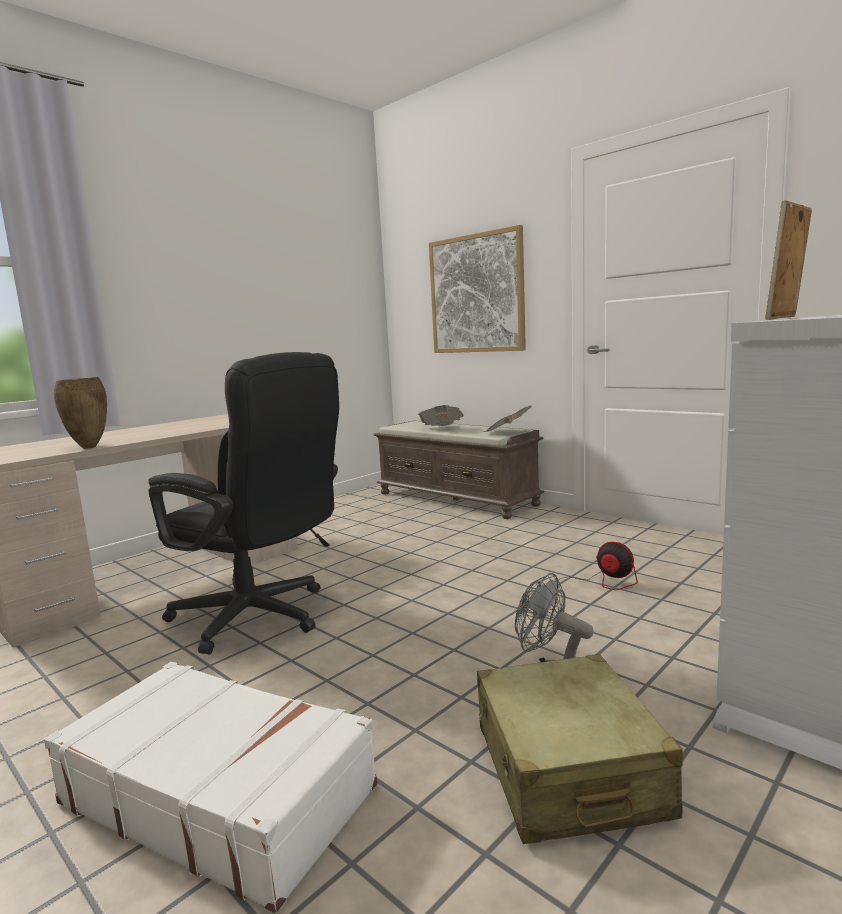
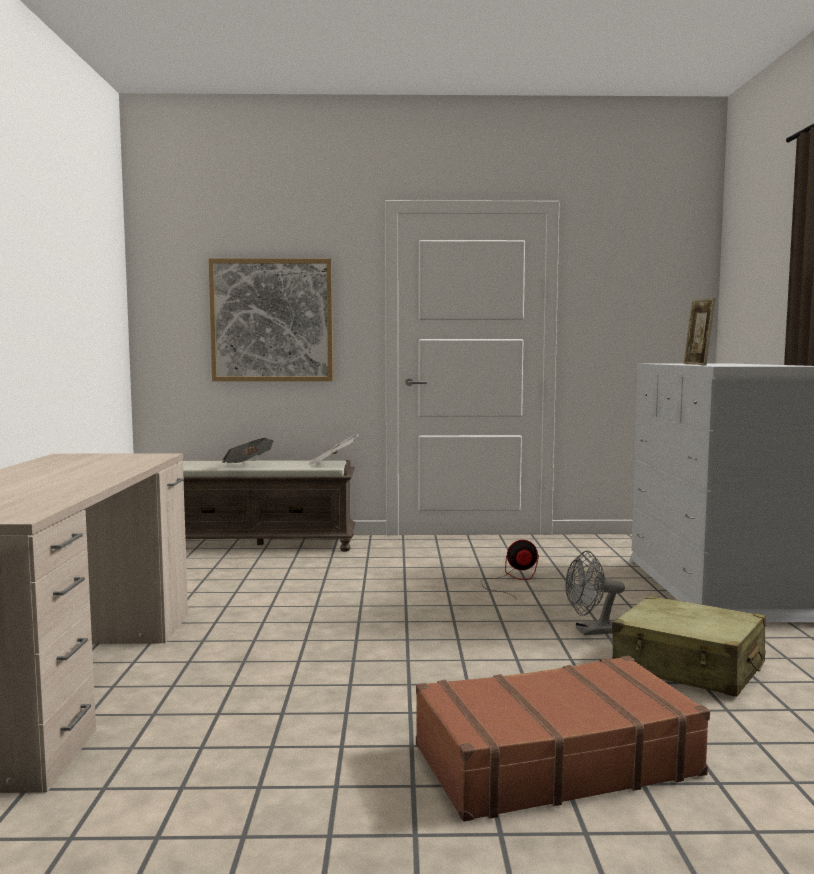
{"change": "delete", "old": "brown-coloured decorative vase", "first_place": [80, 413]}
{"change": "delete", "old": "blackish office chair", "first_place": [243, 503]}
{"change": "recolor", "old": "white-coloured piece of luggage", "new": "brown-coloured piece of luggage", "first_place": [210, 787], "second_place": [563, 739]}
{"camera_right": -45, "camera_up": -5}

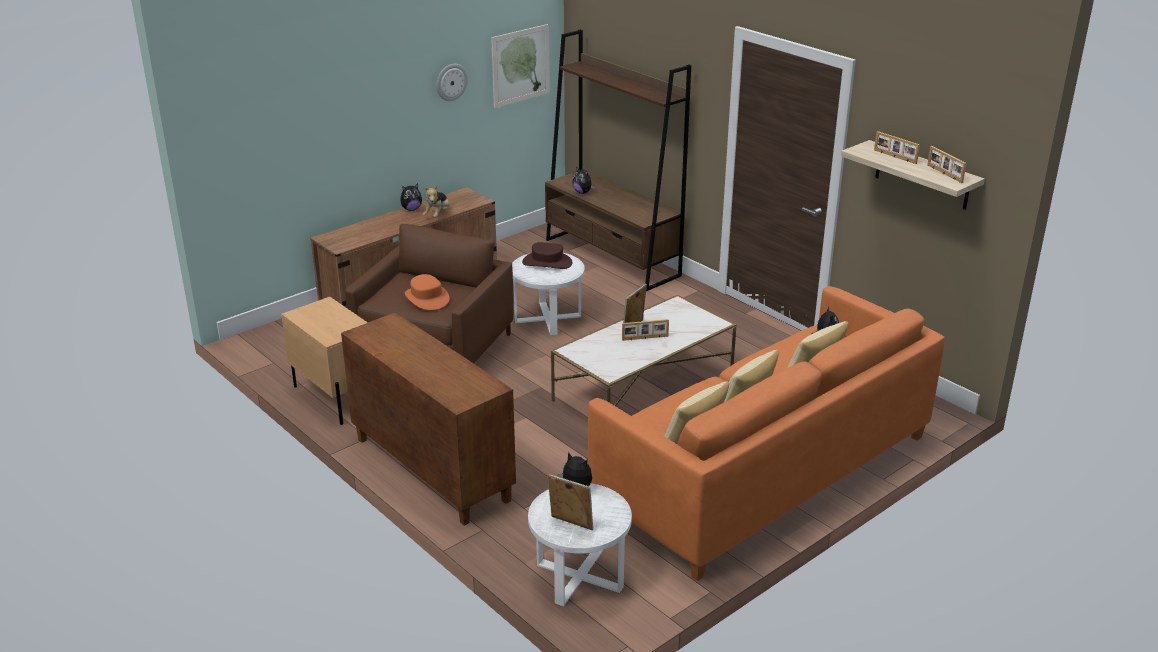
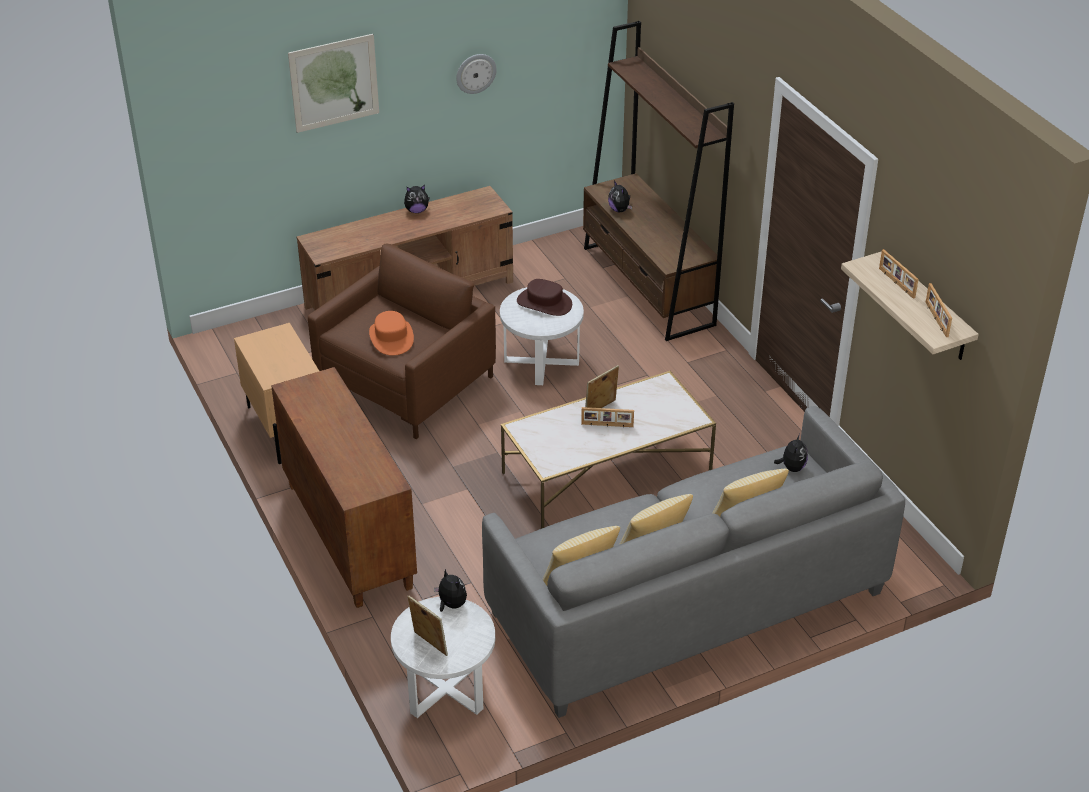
{"change": "delete", "old": "plush toy", "first_place": [436, 202]}
{"change": "move", "old": "picture", "first_place": [520, 66], "second_place": [333, 83]}
{"change": "recolor", "old": "orange-coloured settee", "new": "grey settee", "first_place": [766, 433], "second_place": [693, 562]}
{"camera_right": 15, "camera_up": 10}

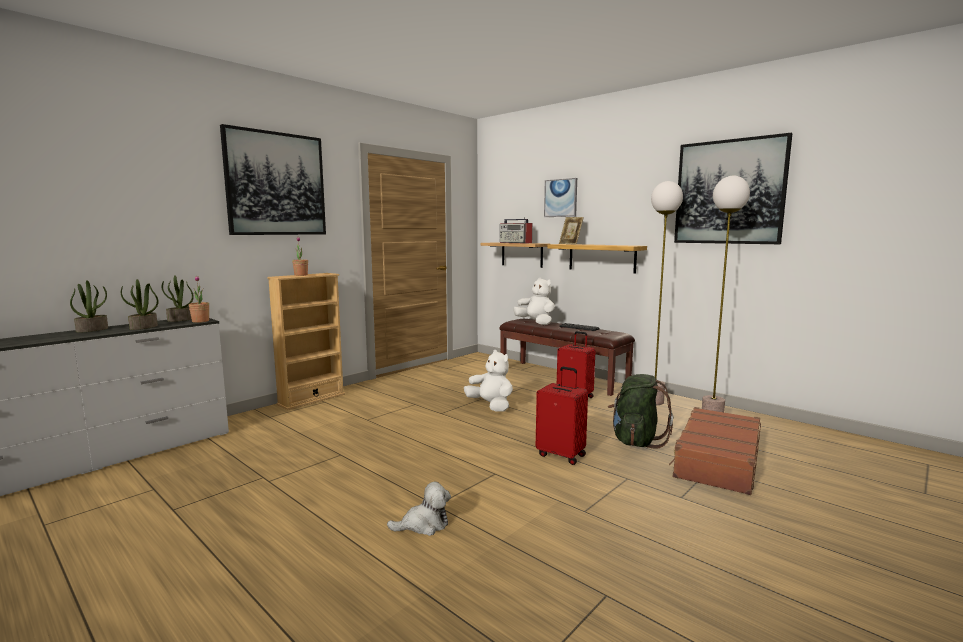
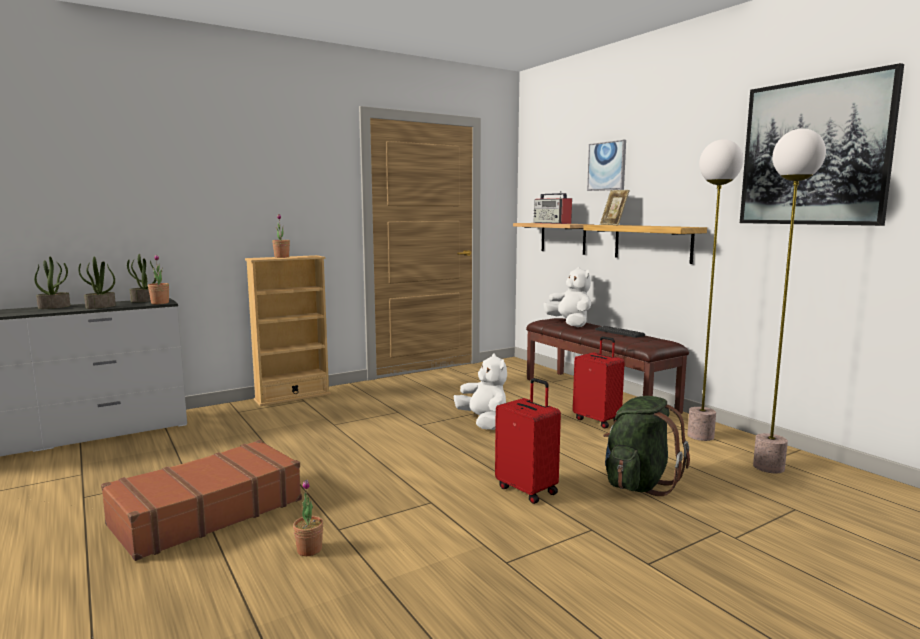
{"change": "delete", "old": "picture", "first_place": [273, 179]}
{"change": "move", "old": "brown-coloured piece of luggage", "first_place": [715, 451], "second_place": [201, 500]}
{"change": "replace", "old": "plush toy", "new": "plant in a pot", "first_place": [419, 509], "second_place": [308, 518]}
{"camera_right": 15, "camera_up": 0}

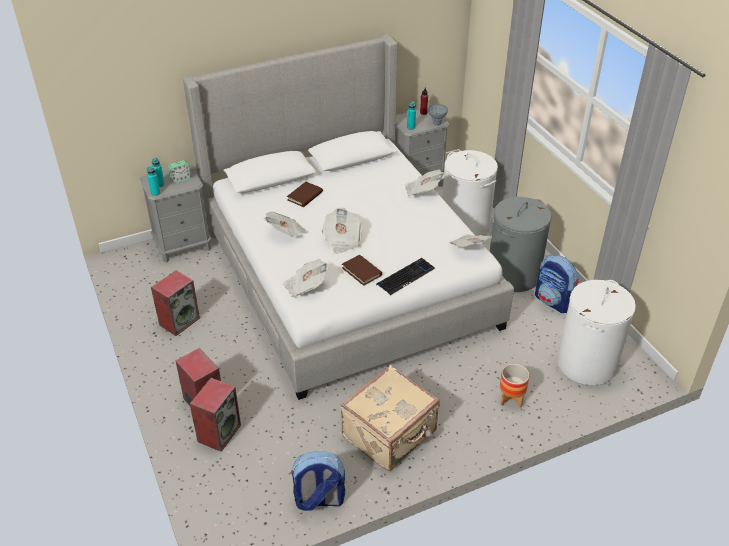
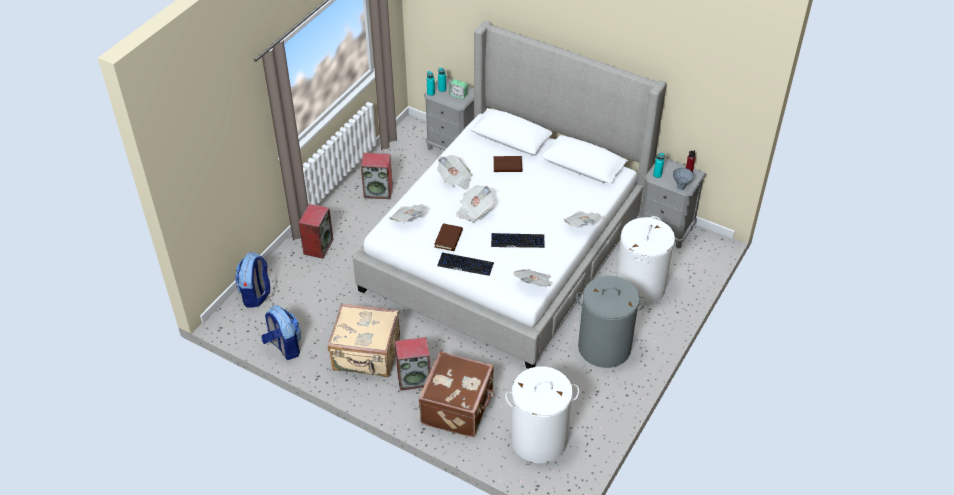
{"change": "insert", "new": "computer keyboard", "second_place": [517, 240]}
{"change": "move", "old": "loudspeaker", "first_place": [215, 415], "second_place": [412, 364]}
{"change": "move", "old": "rucksack", "first_place": [557, 284], "second_place": [253, 280]}
{"change": "replace", "old": "planter", "new": "brown-coloured piece of luggage", "first_place": [515, 386], "second_place": [456, 394]}
{"camera_right": 55, "camera_up": 5}

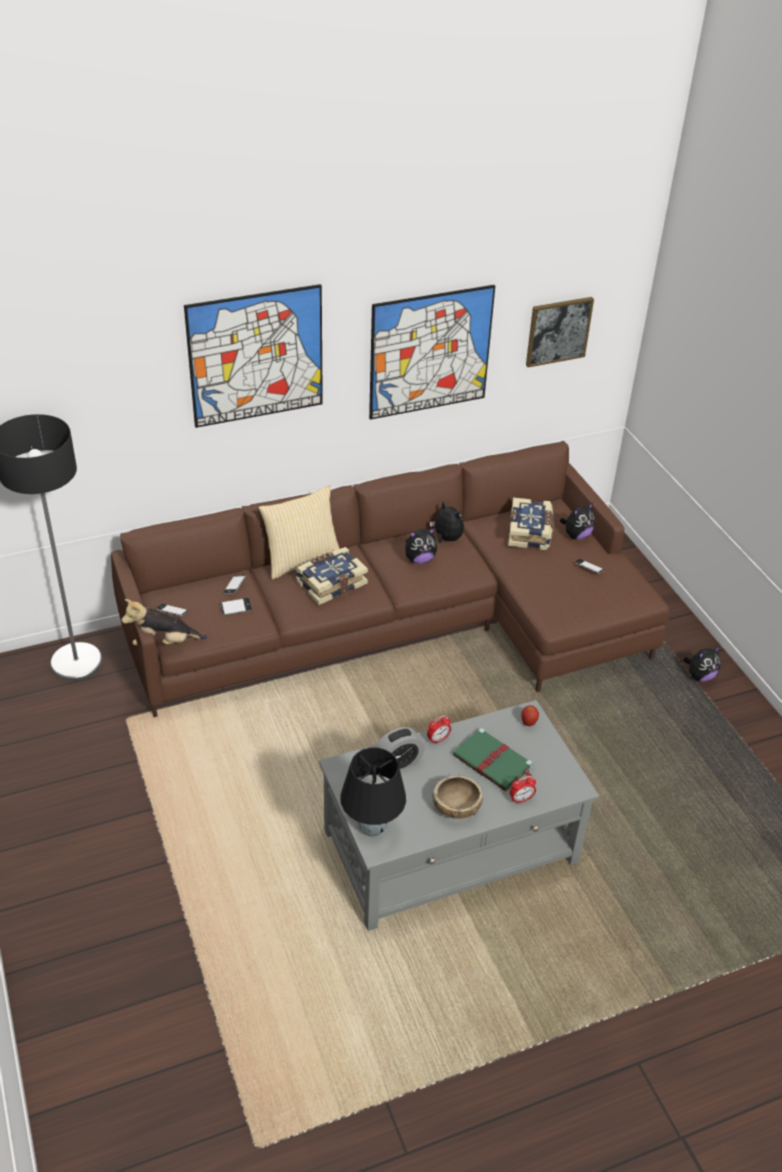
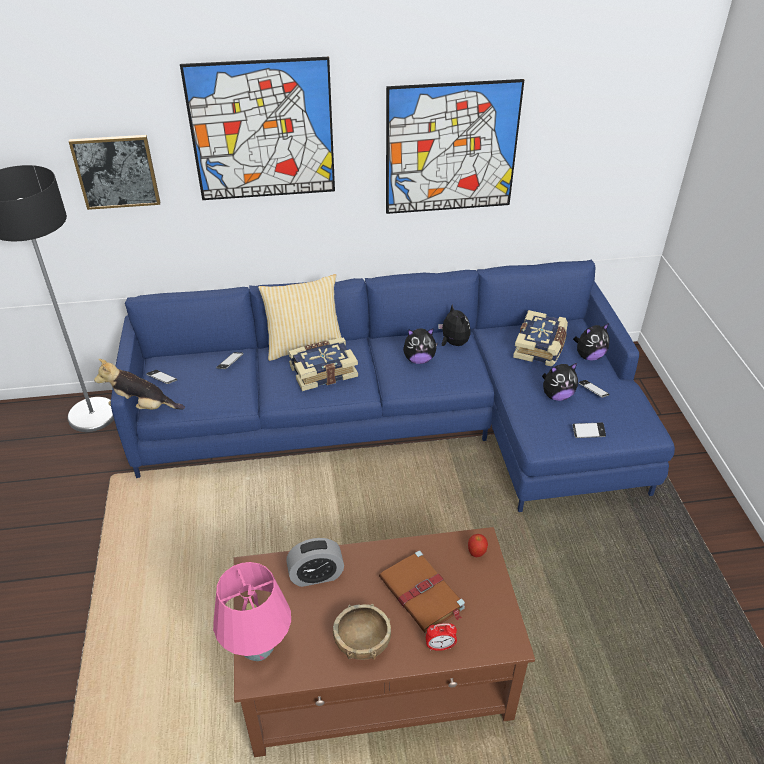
{"change": "delete", "old": "table clock", "first_place": [439, 730]}
{"change": "move", "old": "handset", "first_place": [236, 606], "second_place": [589, 430]}
{"change": "move", "old": "picture", "first_place": [560, 332], "second_place": [114, 172]}
{"change": "move", "old": "plush toy", "first_place": [701, 664], "second_place": [560, 382]}
{"change": "recolor", "old": "brown-coloured settee", "new": "blue settee", "first_place": [390, 579], "second_place": [393, 386]}
{"change": "recolor", "old": "grey low table", "new": "brown-coloured low table", "first_place": [459, 815], "second_place": [384, 642]}
{"change": "recolor", "old": "blackish tabletop lamp", "new": "pink-coloured tabletop lamp", "first_place": [373, 792], "second_place": [252, 611]}
{"change": "recolor", "old": "greenish bound book", "new": "brown-coloured bound book", "first_place": [493, 759], "second_place": [422, 592]}
{"camera_right": 15, "camera_up": 0}

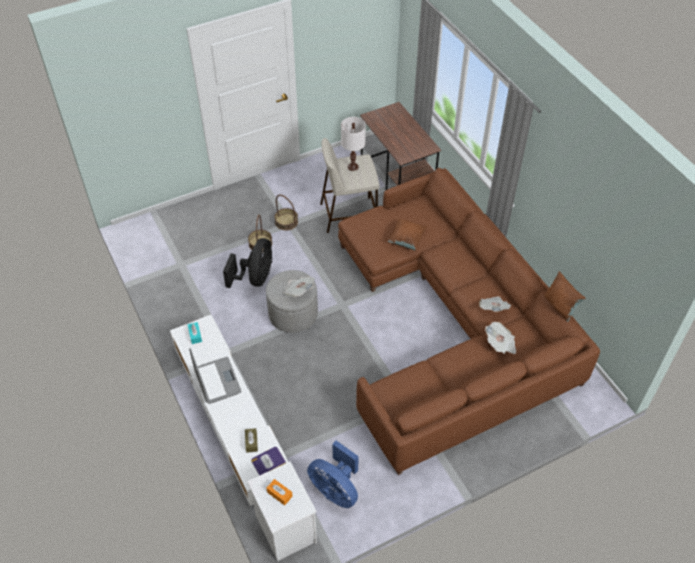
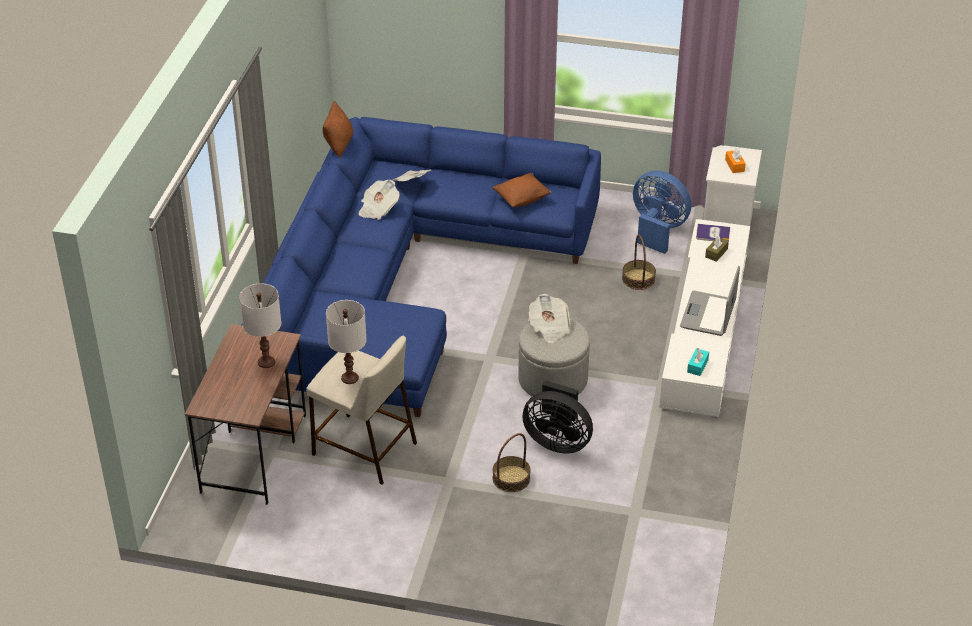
{"change": "insert", "new": "white-coloured tabletop lamp", "second_place": [260, 325]}
{"change": "move", "old": "basket", "first_place": [286, 213], "second_place": [639, 262]}
{"change": "move", "old": "brown-coloured cushion", "first_place": [407, 235], "second_place": [521, 190]}
{"change": "recolor", "old": "brown-coloured settee", "new": "blue settee", "first_place": [469, 321], "second_place": [421, 267]}
{"change": "rotate", "old": "blackish fan", "first_place": [247, 263], "second_place": [557, 417], "degrees": -120}
{"change": "rotate", "old": "blue fan", "first_place": [333, 474], "second_place": [662, 212], "degrees": -45}
{"camera_right": -140, "camera_up": -10}

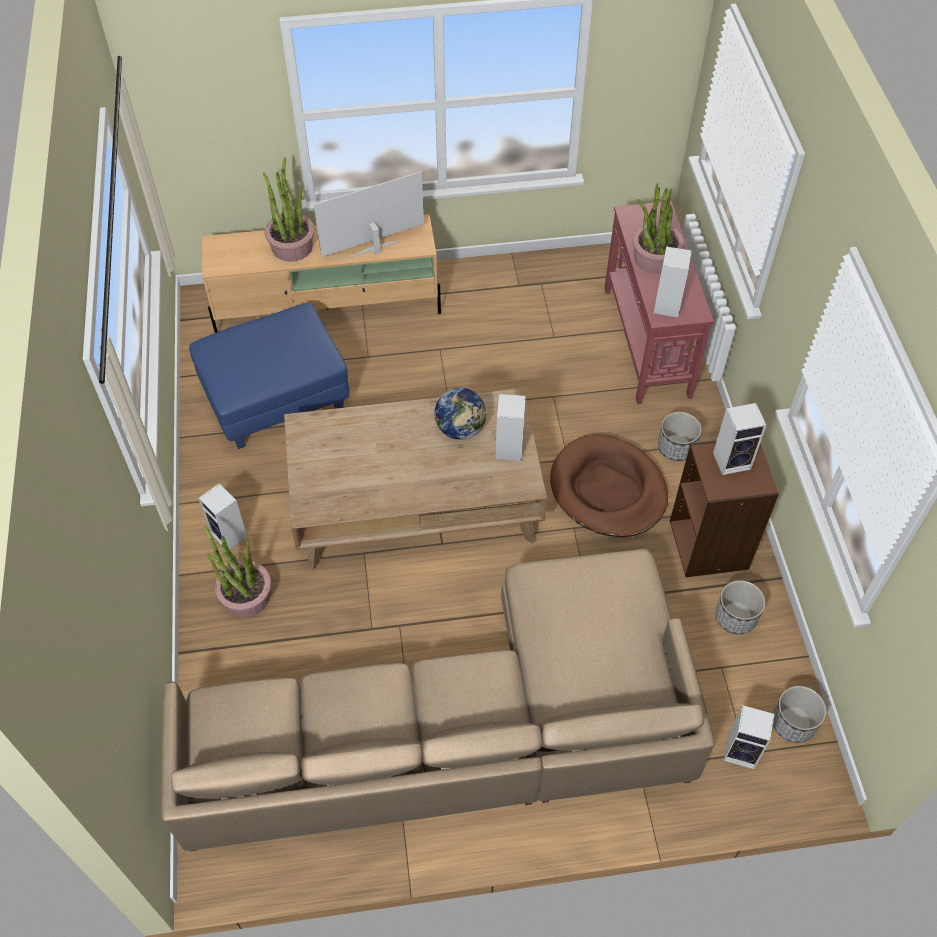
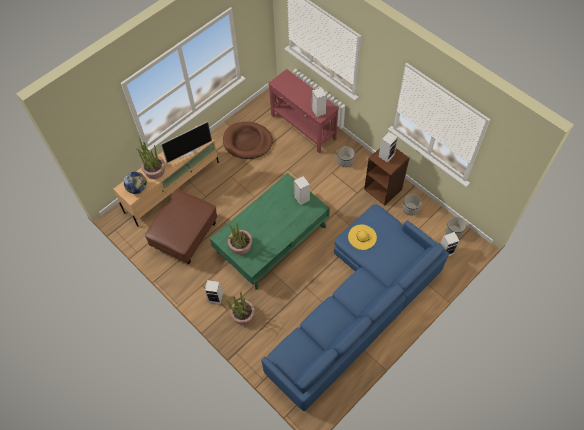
{"change": "insert", "new": "yellow wearable hat", "second_place": [362, 237]}
{"change": "move", "old": "desk globe", "first_place": [460, 414], "second_place": [135, 183]}
{"change": "move", "old": "brown-coloured dog cushion", "first_place": [609, 485], "second_place": [248, 140]}
{"change": "move", "old": "plant in a pot", "first_place": [658, 228], "second_place": [240, 238]}
{"change": "recolor", "old": "beige settee", "new": "blue settee", "first_place": [438, 700], "second_place": [355, 307]}
{"change": "recolor", "old": "blue pouffe", "new": "brown-coloured pouffe", "first_place": [269, 376], "second_place": [181, 226]}
{"change": "recolor", "old": "brown-coloured low table", "new": "greenish low table", "first_place": [415, 479], "second_place": [270, 231]}
{"change": "rotate", "old": "television", "first_place": [369, 214], "second_place": [186, 142], "degrees": -150}
{"camera_right": -35, "camera_up": 5}

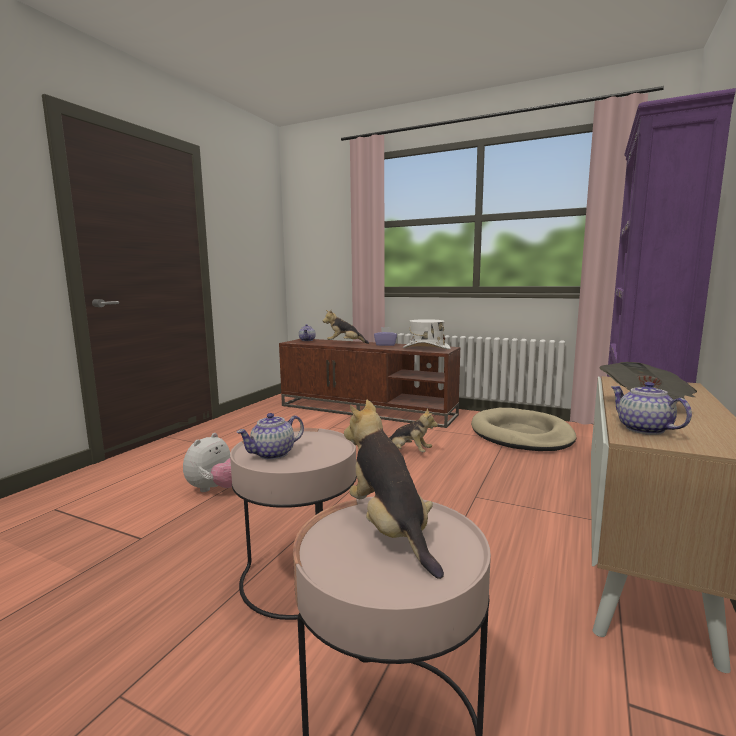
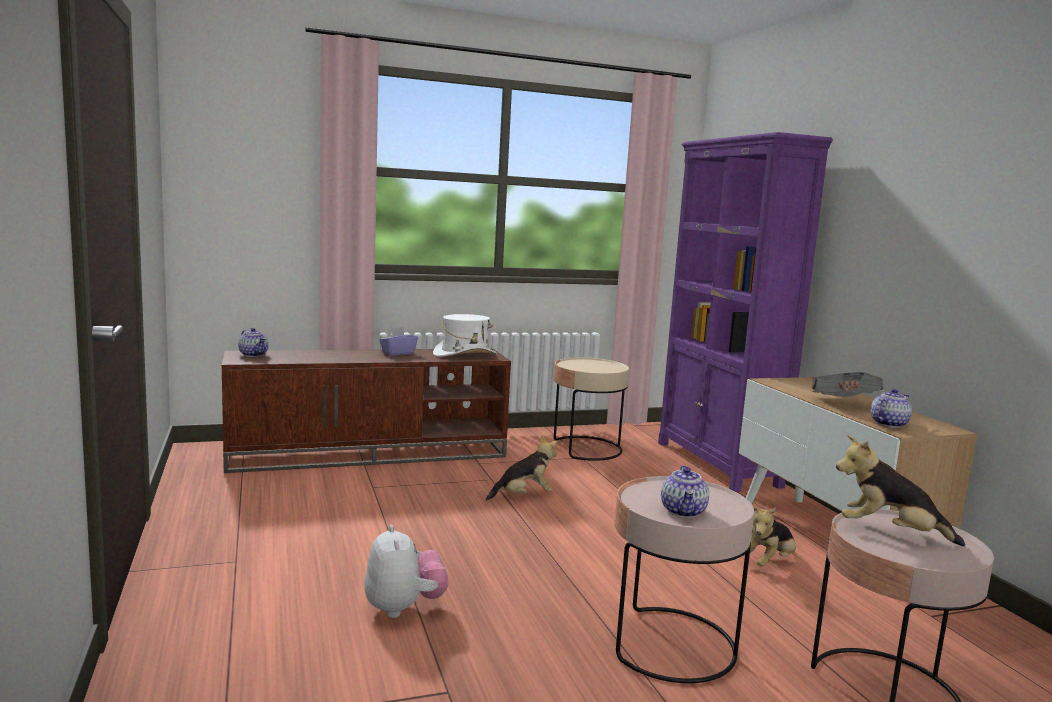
{"change": "move", "old": "plush toy", "first_place": [346, 327], "second_place": [769, 536]}
{"change": "replace", "old": "beige dog cushion", "new": "beige accent table", "first_place": [523, 429], "second_place": [591, 409]}
{"change": "rotate", "old": "tea pot", "first_place": [651, 408], "second_place": [891, 408], "degrees": 120}
{"camera_right": -45, "camera_up": 0}

